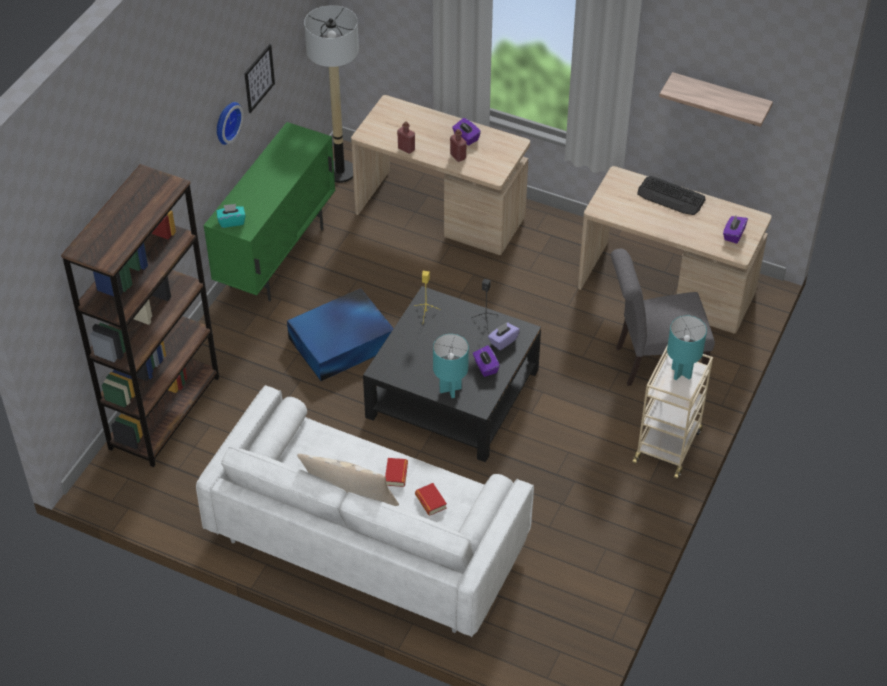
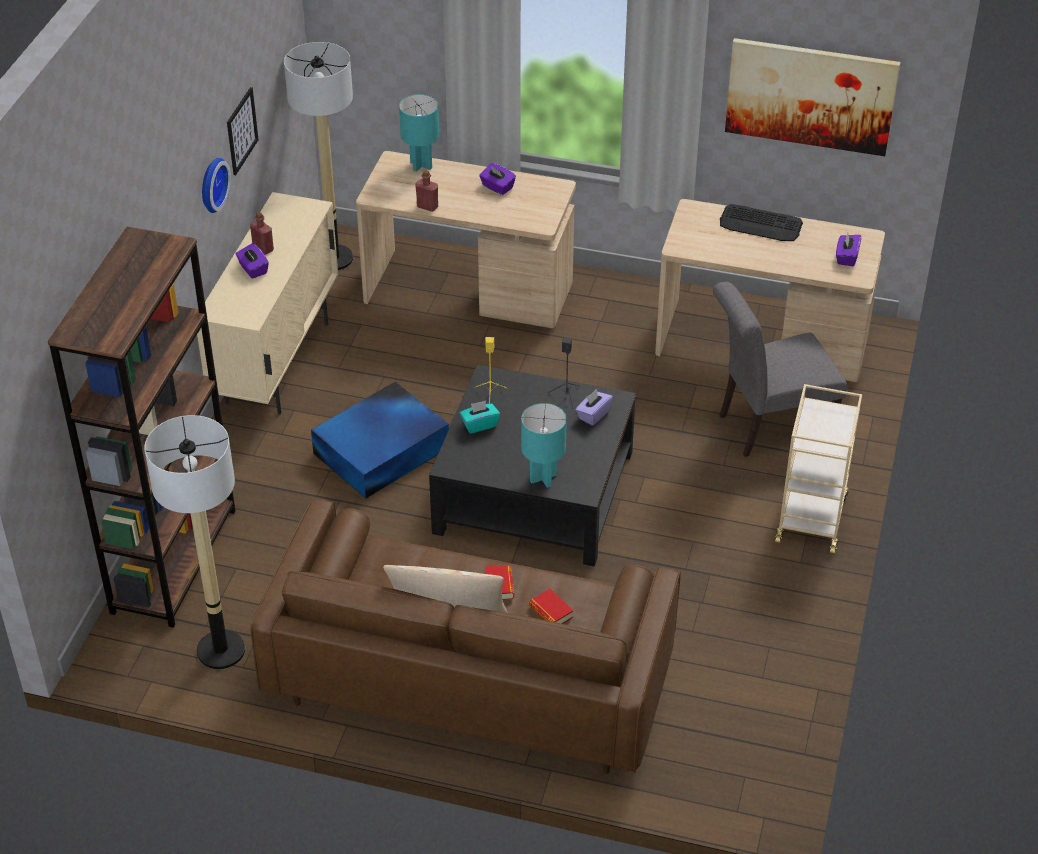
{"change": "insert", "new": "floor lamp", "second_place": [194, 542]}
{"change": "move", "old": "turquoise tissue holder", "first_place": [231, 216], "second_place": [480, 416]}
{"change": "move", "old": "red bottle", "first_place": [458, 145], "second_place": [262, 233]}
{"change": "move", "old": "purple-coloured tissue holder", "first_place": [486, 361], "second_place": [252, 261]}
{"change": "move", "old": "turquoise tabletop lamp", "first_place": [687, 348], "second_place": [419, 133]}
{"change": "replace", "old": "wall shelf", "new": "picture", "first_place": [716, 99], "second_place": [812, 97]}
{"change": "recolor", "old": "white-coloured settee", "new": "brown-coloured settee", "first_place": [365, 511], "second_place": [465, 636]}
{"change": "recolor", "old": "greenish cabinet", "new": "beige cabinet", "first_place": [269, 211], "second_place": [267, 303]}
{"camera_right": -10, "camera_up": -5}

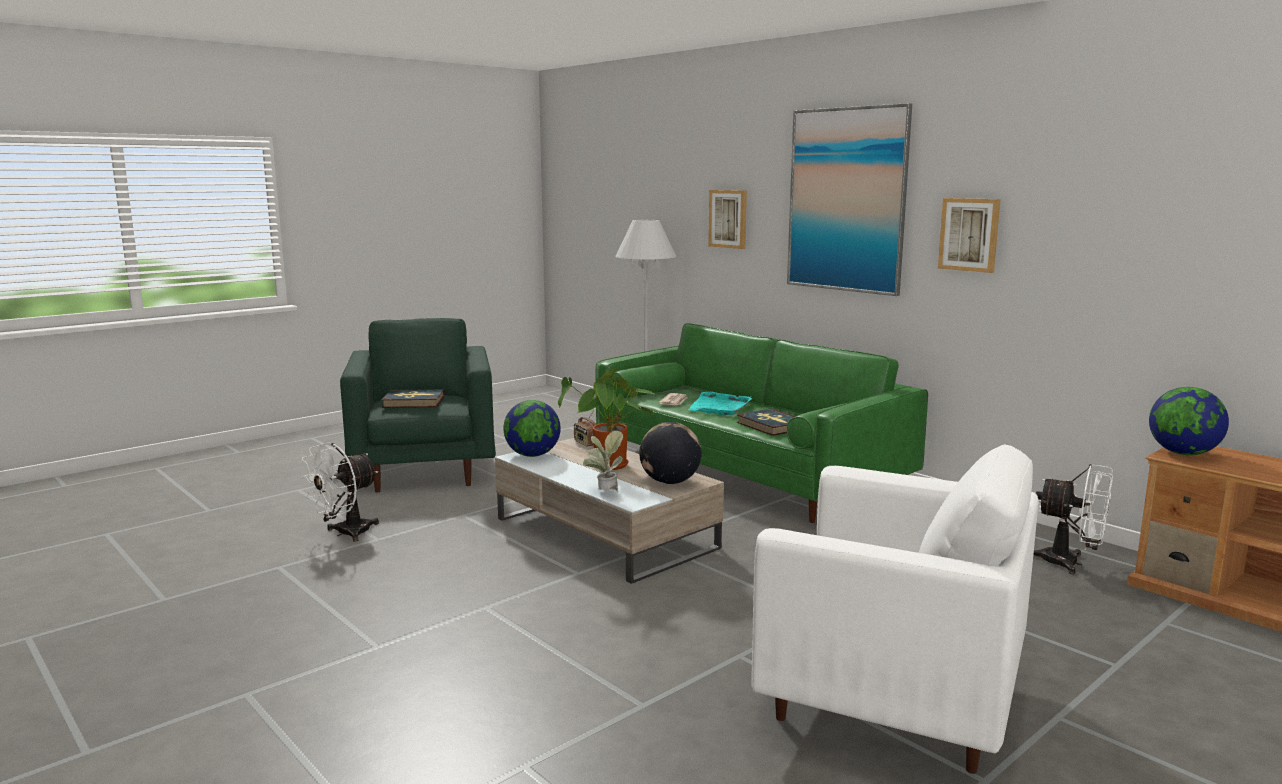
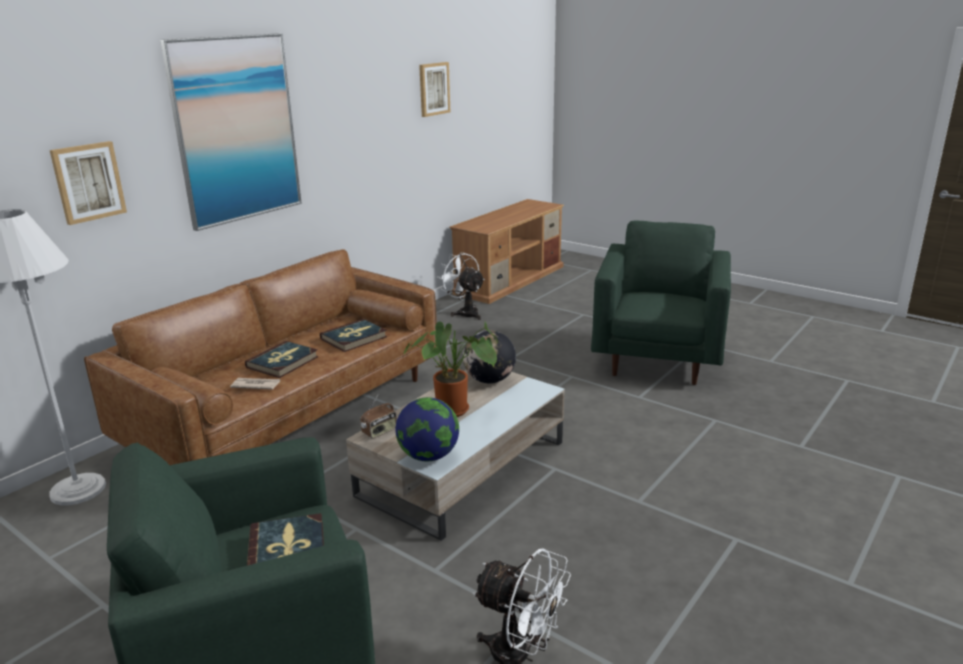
{"change": "delete", "old": "plant in a pot", "first_place": [603, 461]}
{"change": "delete", "old": "desk globe", "first_place": [1189, 421]}
{"change": "move", "old": "picture", "first_place": [969, 235], "second_place": [434, 89]}
{"change": "replace", "old": "turquoise tray", "new": "bound book", "first_place": [720, 403], "second_place": [282, 359]}
{"change": "recolor", "old": "greenish settee", "new": "brown-coloured settee", "first_place": [761, 423], "second_place": [260, 357]}
{"change": "recolor", "old": "white-coloured easy chair", "new": "greenish easy chair", "first_place": [894, 609], "second_place": [661, 303]}
{"change": "rotate", "old": "white-coloured fan", "first_place": [1073, 519], "second_place": [461, 286], "degrees": -60}
{"camera_right": -100, "camera_up": 10}

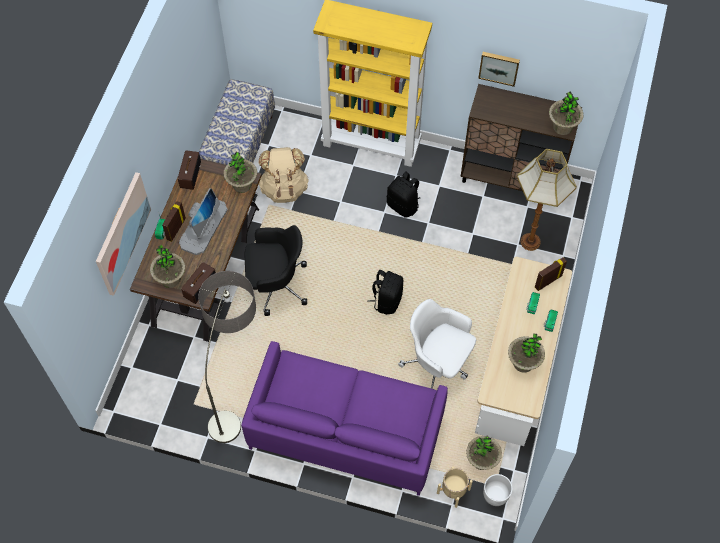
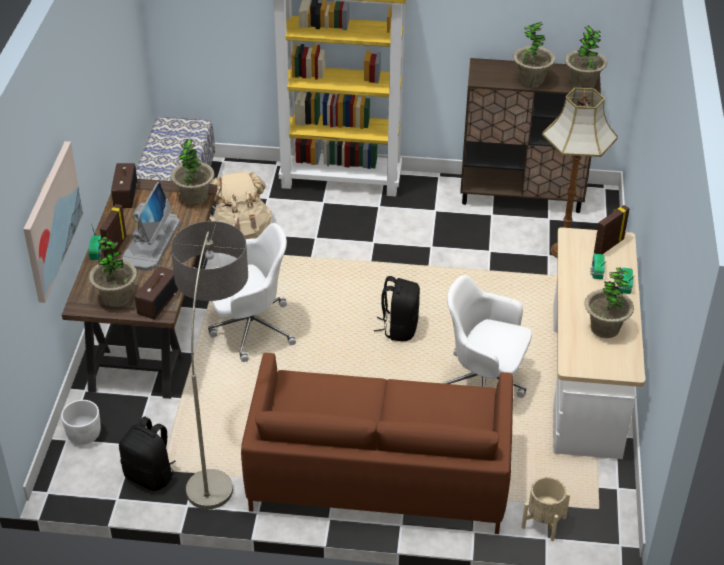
{"change": "delete", "old": "picture", "first_place": [499, 69]}
{"change": "move", "old": "blackish rucksack", "first_place": [403, 194], "second_place": [147, 454]}
{"change": "move", "old": "plant in a pot", "first_place": [484, 453], "second_place": [534, 54]}
{"change": "move", "old": "white-coloured planter", "first_place": [498, 490], "second_place": [81, 422]}
{"change": "recolor", "old": "purple-coloured settee", "new": "brown-coloured settee", "first_place": [344, 418], "second_place": [377, 443]}
{"change": "recolor", "old": "blackish office chair", "new": "white-coloured office chair", "first_place": [276, 270], "second_place": [252, 292]}
{"camera_right": -10, "camera_up": -20}

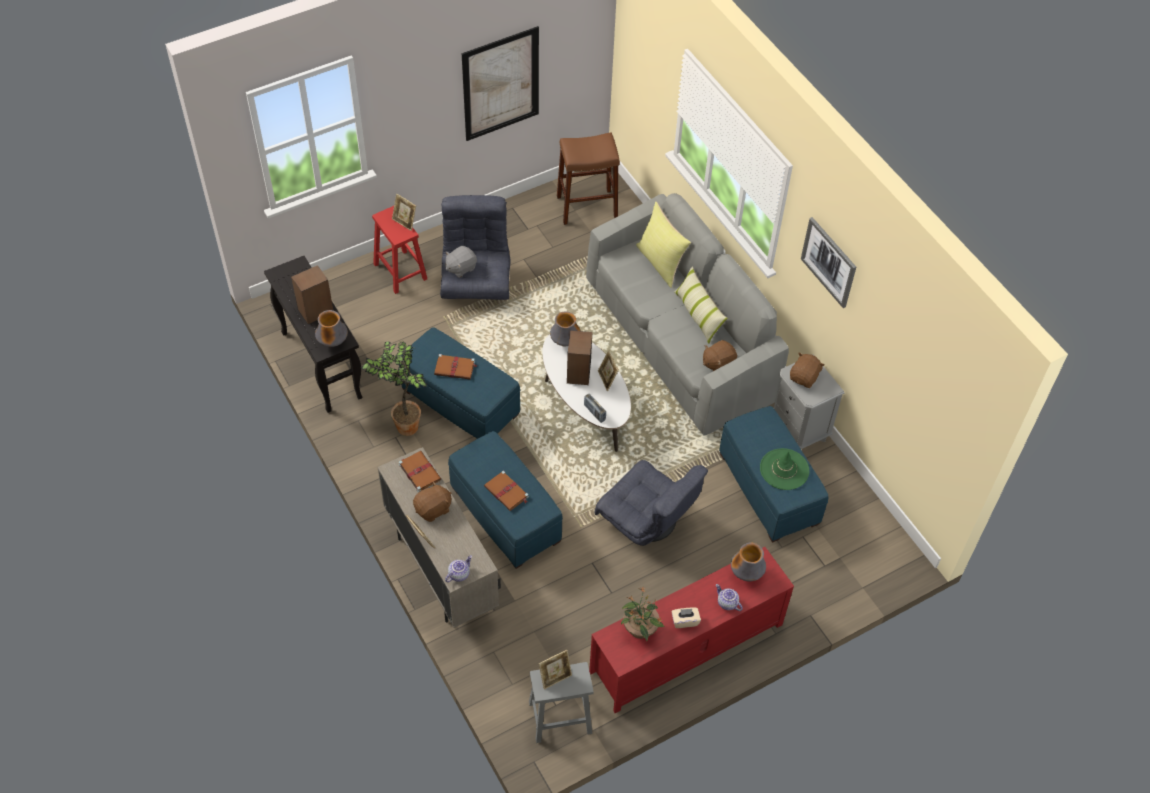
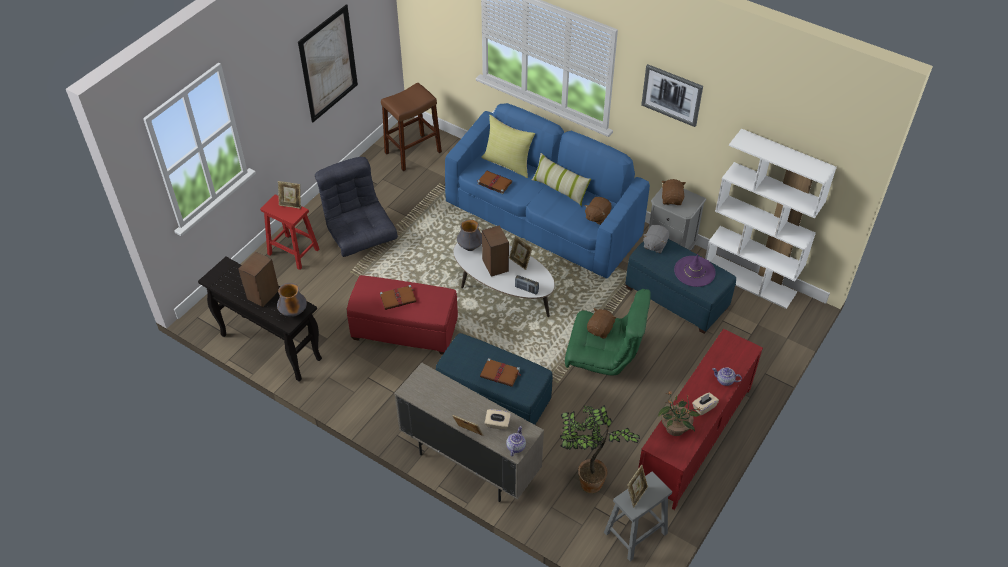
{"change": "delete", "old": "decorative vase", "first_place": [748, 562]}
{"change": "insert", "new": "beige tissue holder", "second_place": [498, 419]}
{"change": "insert", "new": "white-coloured bookcase", "second_place": [771, 219]}
{"change": "move", "old": "plant in a pot", "first_place": [394, 388], "second_place": [600, 449]}
{"change": "move", "old": "brown-coloured bound book", "first_place": [420, 471], "second_place": [494, 182]}
{"change": "move", "old": "brown-coloured plush toy", "first_place": [432, 501], "second_place": [601, 323]}
{"change": "move", "old": "grey plush toy", "first_place": [461, 262], "second_place": [656, 239]}
{"change": "recolor", "old": "blue pouffe", "new": "red pouffe", "first_place": [459, 383], "second_place": [402, 315]}
{"change": "recolor", "old": "grey settee", "new": "blue settee", "first_place": [687, 314], "second_place": [547, 191]}
{"change": "recolor", "old": "grey easy chair", "new": "greenish easy chair", "first_place": [651, 503], "second_place": [608, 332]}
{"change": "recolor", "old": "greenish wearable hat", "new": "purple-coloured wearable hat", "first_place": [784, 469], "second_place": [695, 270]}
{"camera_right": -25, "camera_up": -5}

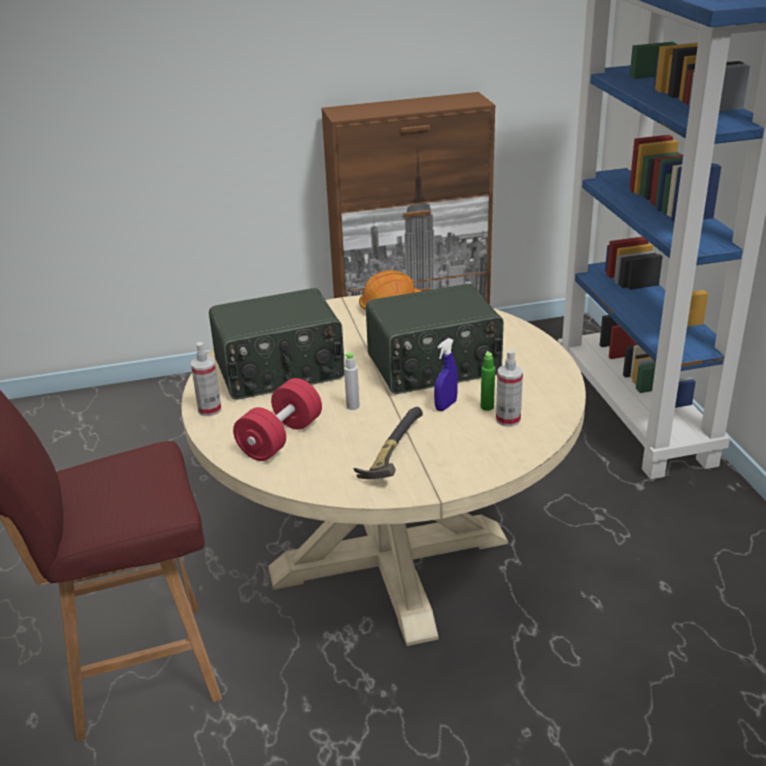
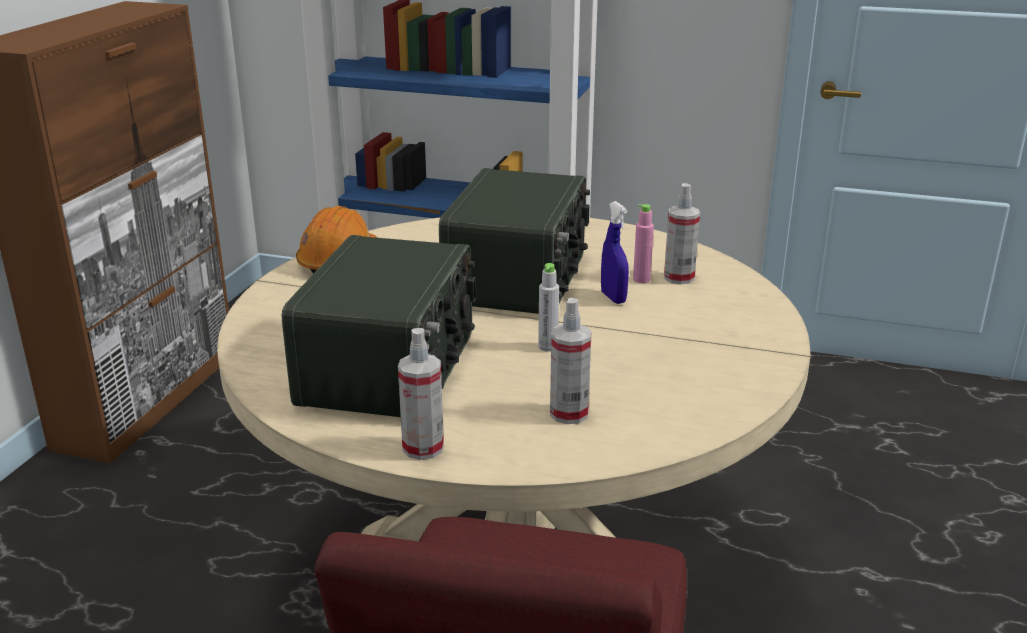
{"change": "delete", "old": "tool hammer", "first_place": [388, 443]}
{"change": "replace", "old": "red free weight", "new": "hand sprayer", "first_place": [277, 419], "second_place": [571, 361]}
{"change": "recolor", "old": "greenish bottle", "new": "pink-coloured bottle", "first_place": [488, 381], "second_place": [643, 243]}
{"camera_right": -60, "camera_up": -5}

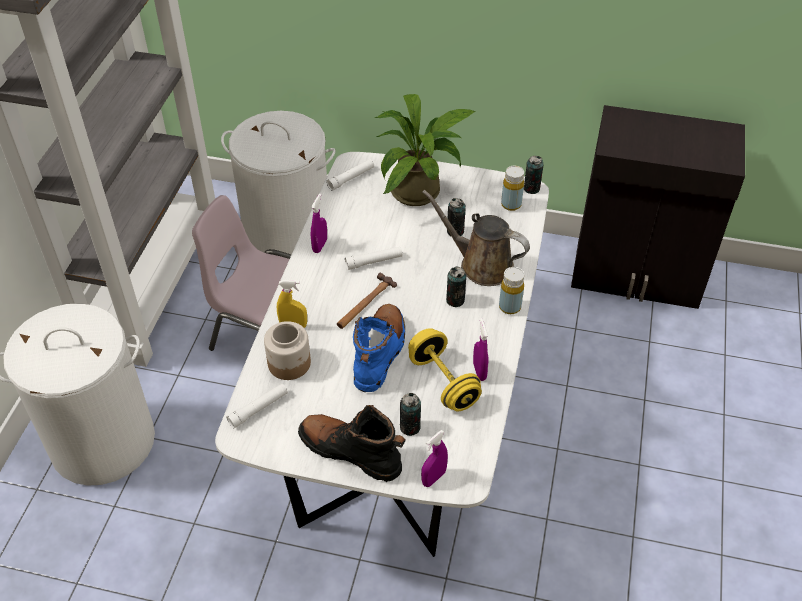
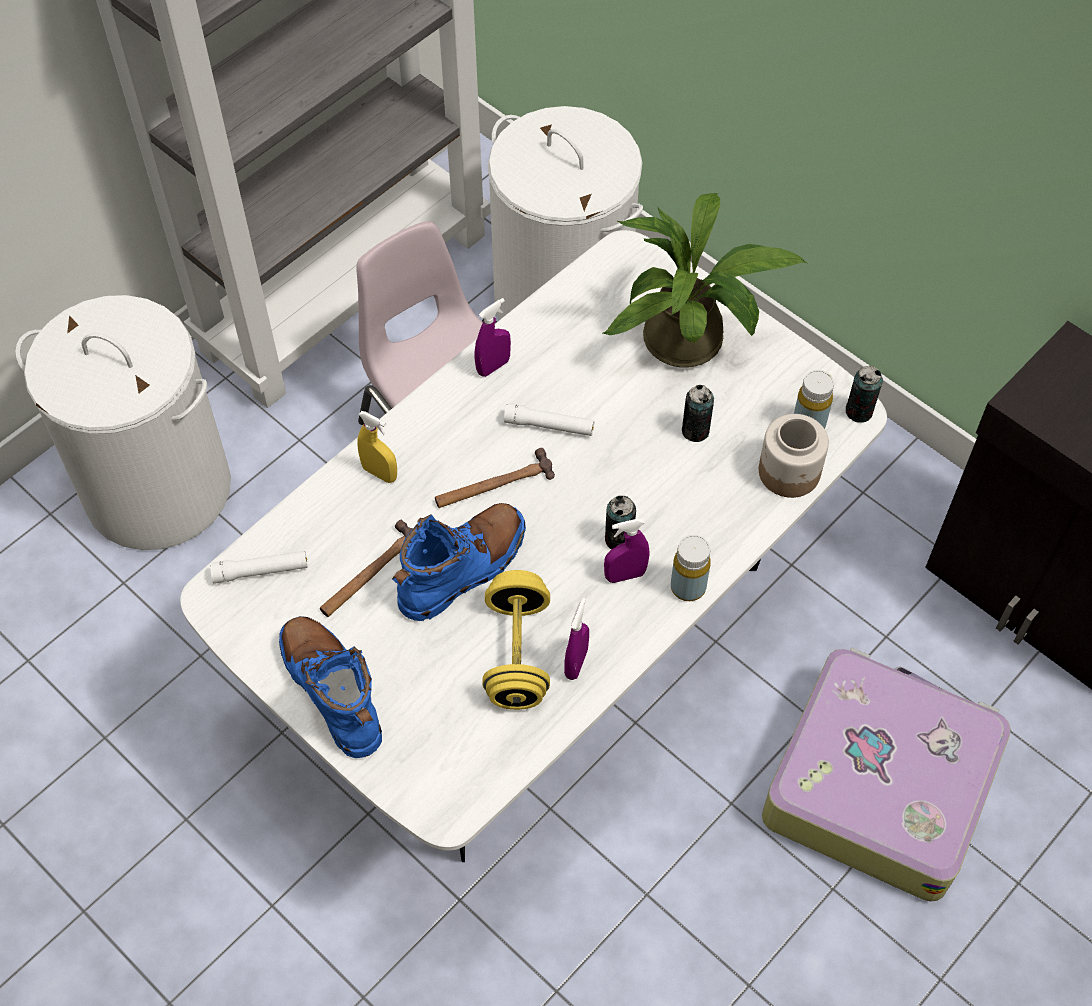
{"change": "delete", "old": "white-coloured torch", "first_place": [350, 175]}
{"change": "delete", "old": "sealed can", "first_place": [410, 414]}
{"change": "delete", "old": "brown-coloured watering can", "first_place": [476, 238]}
{"change": "insert", "new": "tool hammer", "second_place": [366, 568]}
{"change": "insert", "new": "piece of luggage", "second_place": [886, 775]}
{"change": "move", "old": "preserve jar", "first_place": [287, 350], "second_place": [794, 456]}
{"change": "move", "old": "purple-coloured hand sprayer", "first_place": [434, 458], "second_place": [626, 551]}
{"change": "recolor", "old": "blackish tall boot", "new": "blue tall boot", "first_place": [352, 443], "second_place": [330, 687]}
{"camera_right": 30, "camera_up": 10}

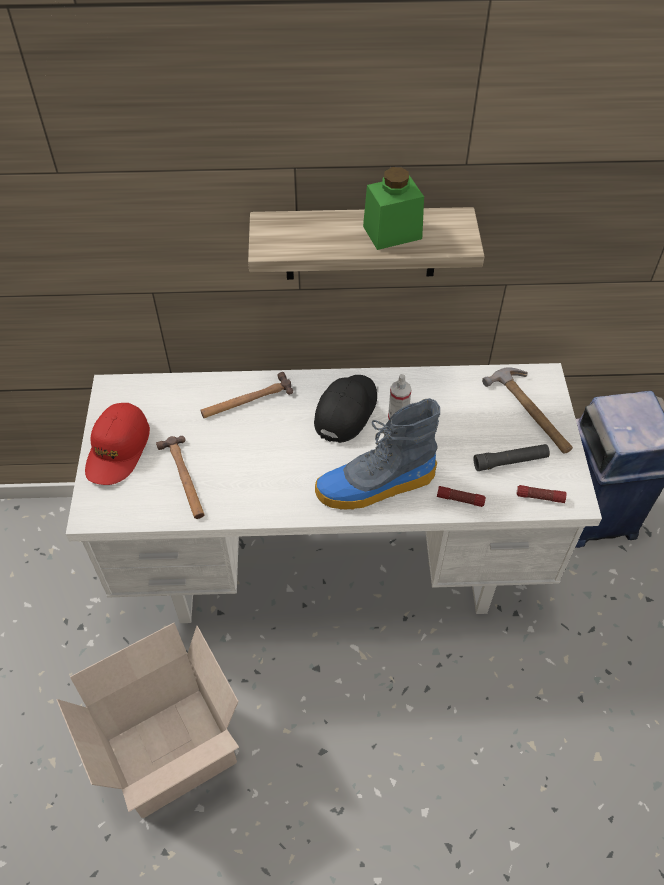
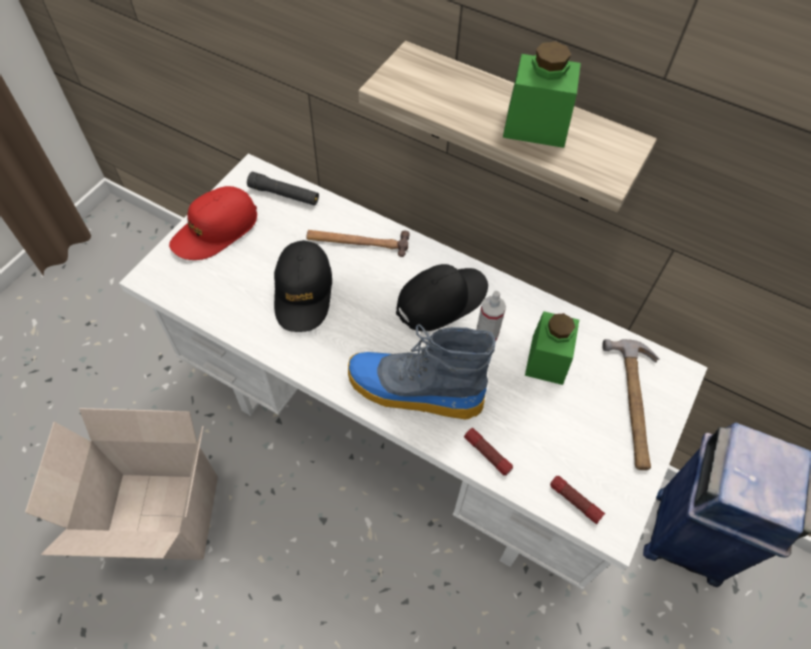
{"change": "delete", "old": "tool hammer", "first_place": [180, 477]}
{"change": "insert", "new": "blackish cap", "second_place": [303, 286]}
{"change": "insert", "new": "greenish preserve jar", "second_place": [552, 348]}
{"change": "move", "old": "blackish torch", "first_place": [512, 457], "second_place": [283, 188]}
{"camera_right": 30, "camera_up": 5}

